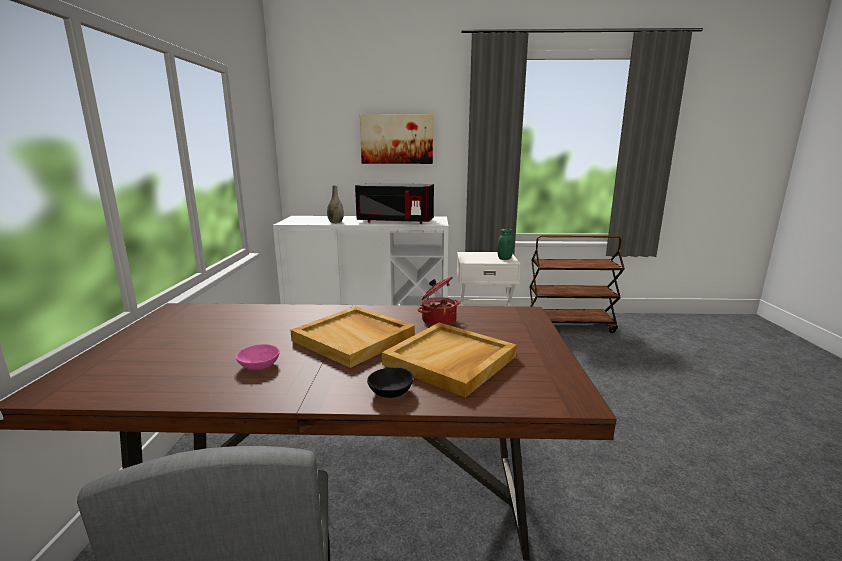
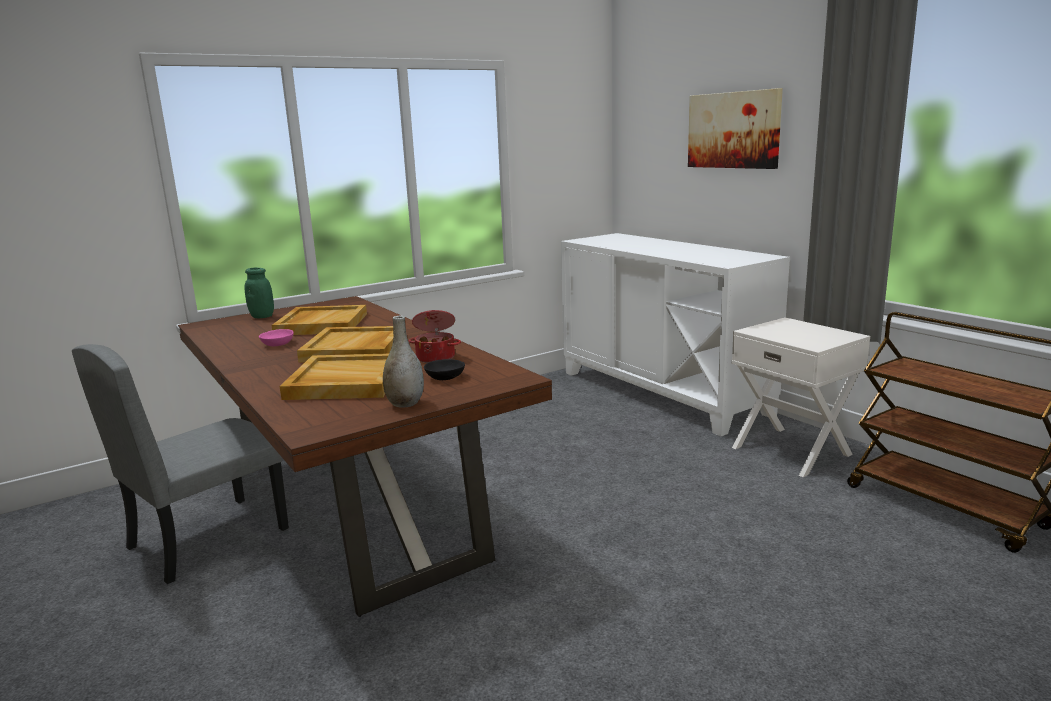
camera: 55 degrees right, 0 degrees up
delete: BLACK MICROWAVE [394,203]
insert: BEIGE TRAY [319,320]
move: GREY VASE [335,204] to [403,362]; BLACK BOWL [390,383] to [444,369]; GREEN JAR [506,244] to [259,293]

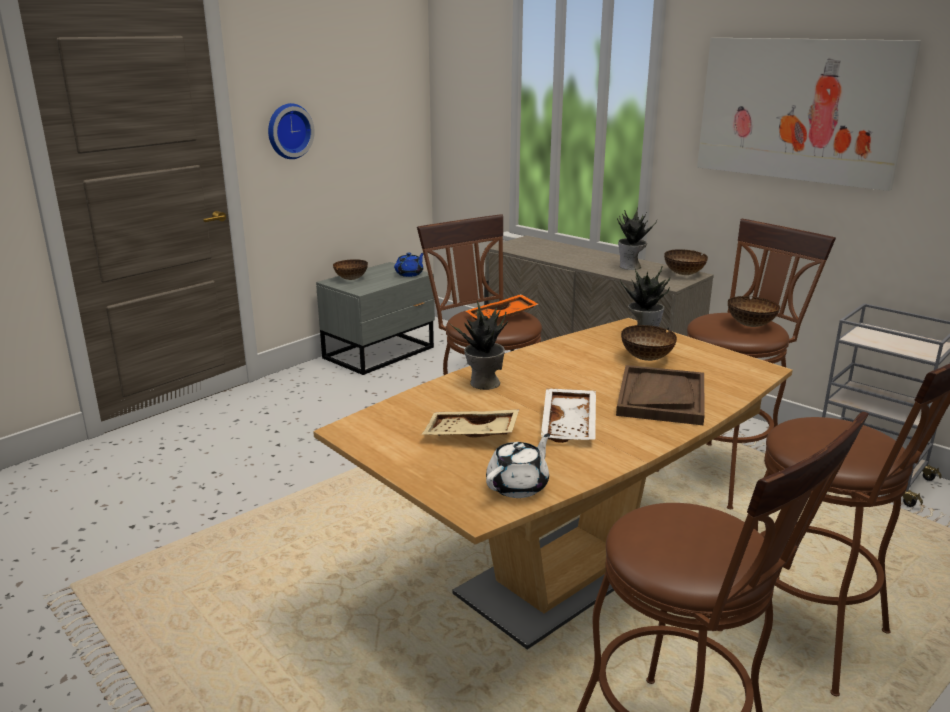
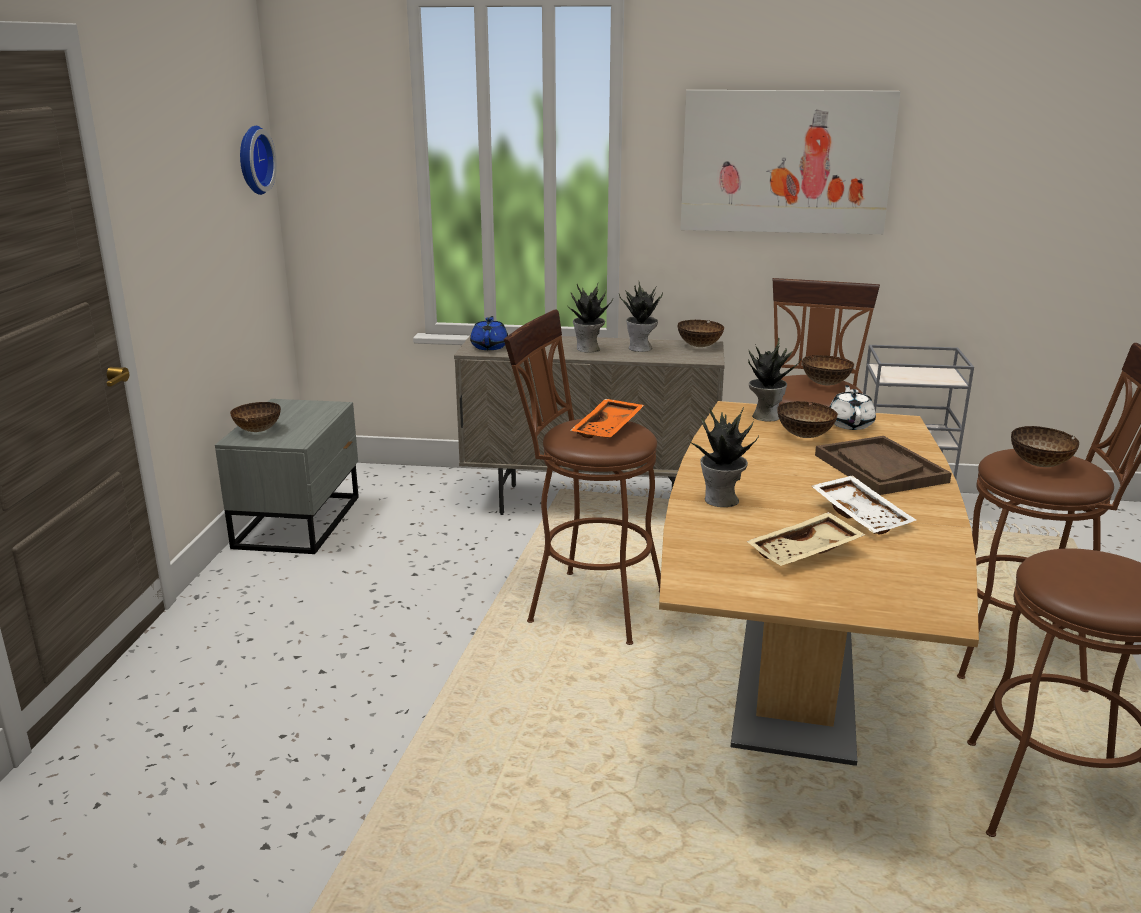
camera: 35 degrees left, 0 degrees up
insert: POTTED PLANT [590,318]; BOWL [1045,446]
move: WALL CLOCK [291,131] to [258,160]; BLUE TEAPOT [408,265] to [489,333]; WHITE TEAPOT [518,465] to [852,407]

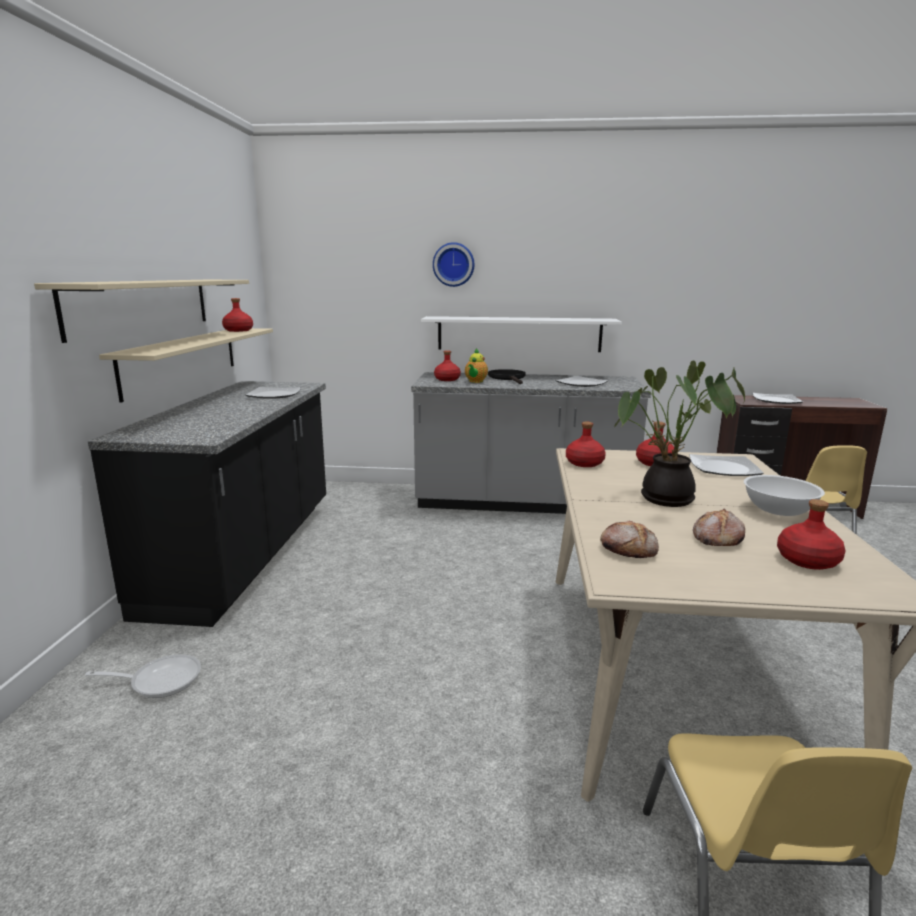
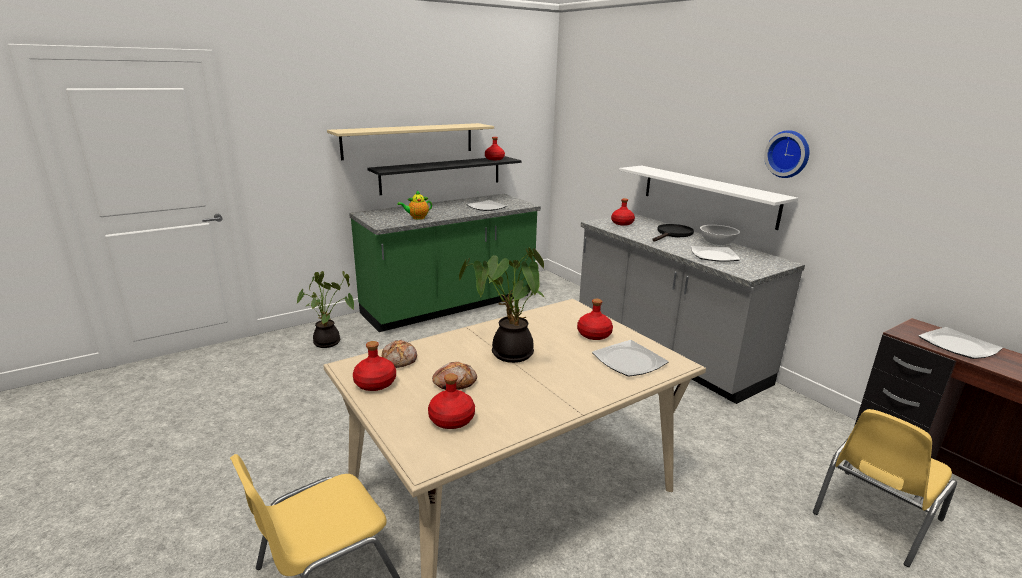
camera: 50 degrees right, 5 degrees up
move: WALL CLOCK [453,264] to [786,154]; TEAPOT [476,365] to [414,205]; RED BOTTLE [586,444] to [374,366]; WHITE BOWL [784,495] to [720,235]
replace: FRYING PAN [143,676] to POTTED PLANT [325,309]
recolor: BLACK COUNTER [207,504] to GREEN COUNTER [445,263]; BEIGE SHELF [186,365] to BLACK SHELF [444,175]

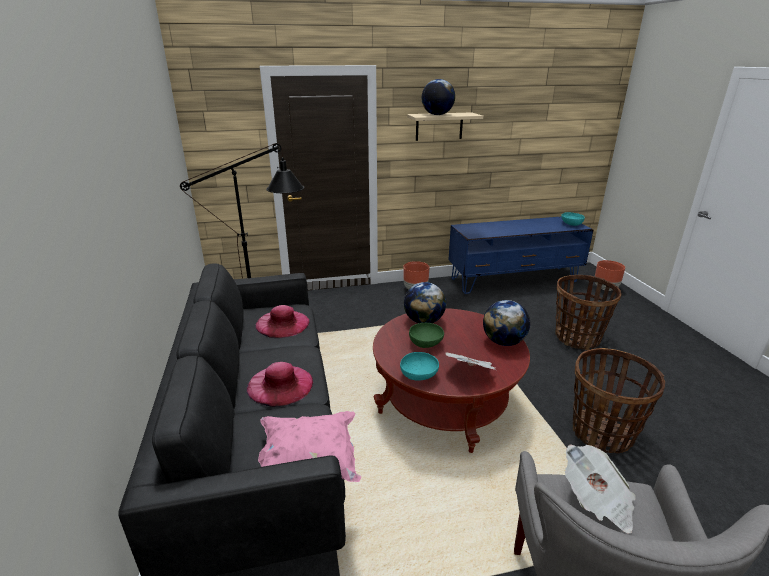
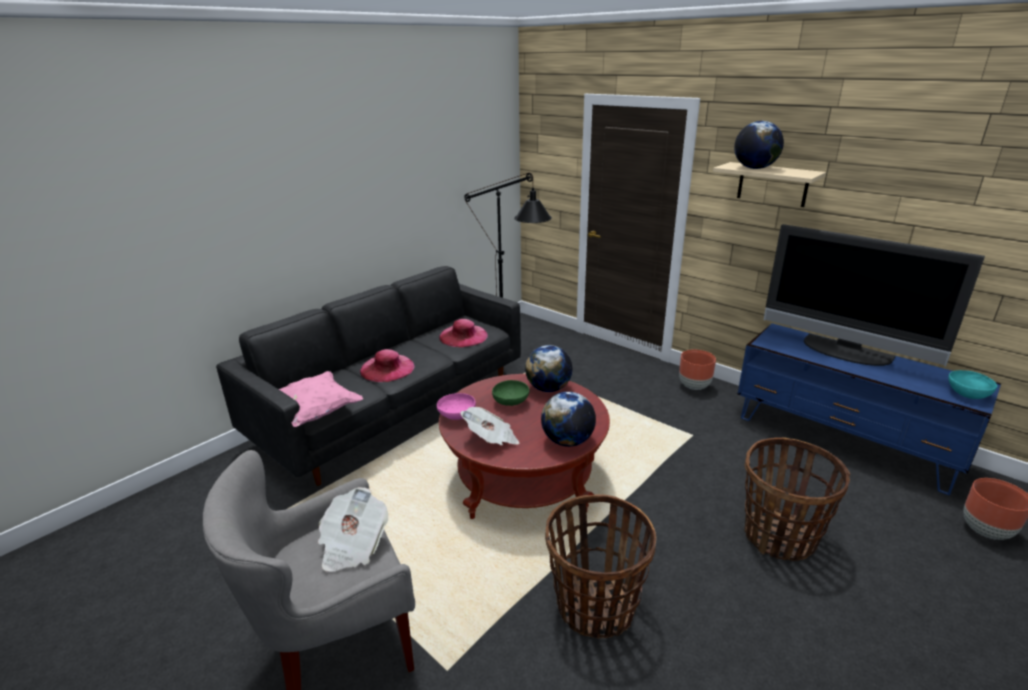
camera: 55 degrees right, 0 degrees up
insert: TELEVISION [874,295]
recolor: TURQUOISE BOWL [419,366] to PINK BOWL [456,406]

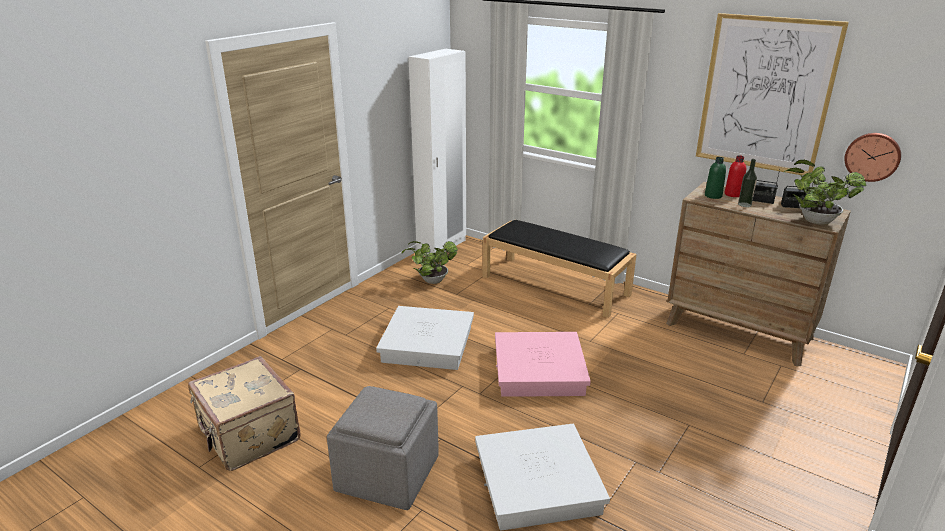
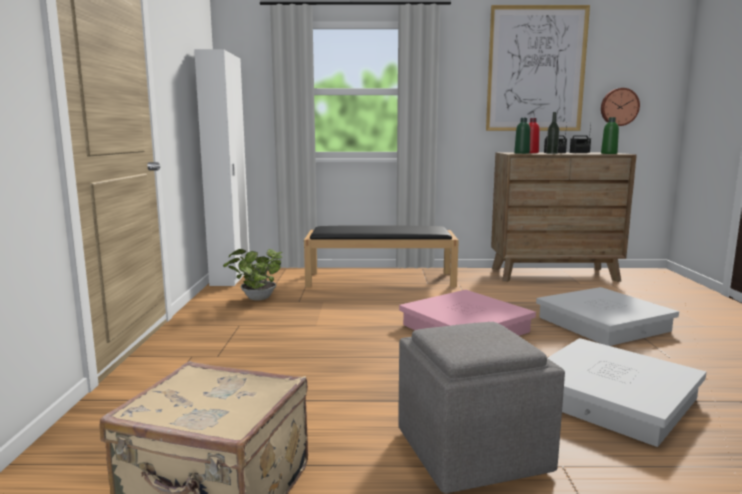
camera: 35 degrees left, 15 degrees down
move: WHITE STORAGE BOX [425,338] to [607,316]
replace: POTTED PLANT [824,192] to GREEN BOTTLE [610,135]

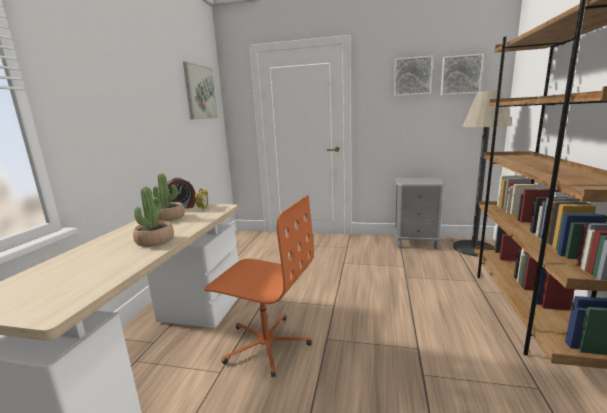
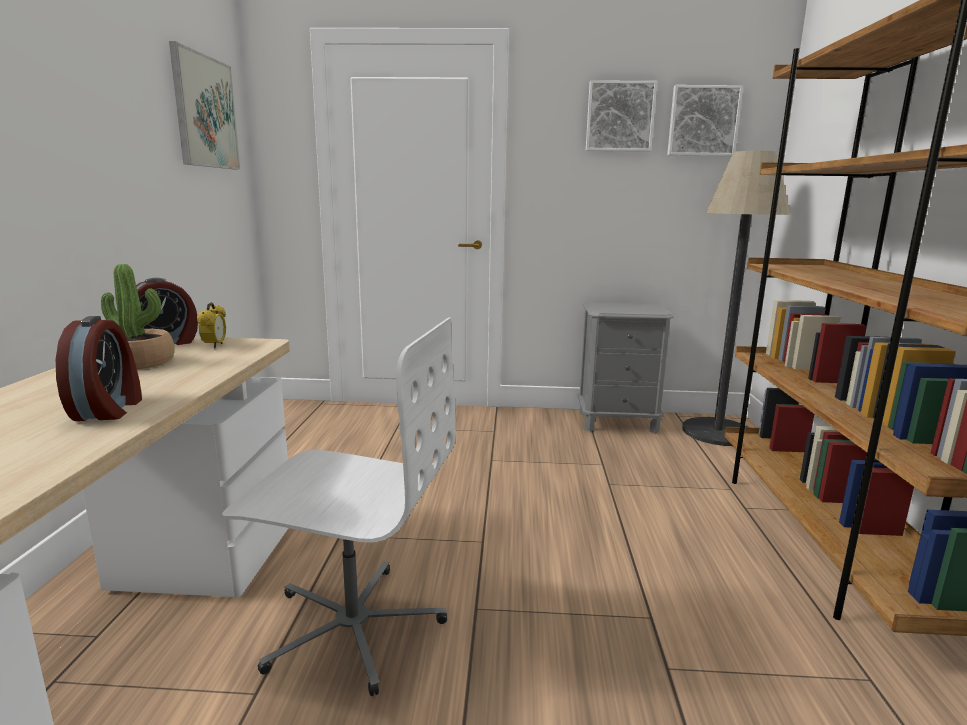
camera: 10 degrees left, 0 degrees up
replace: POTTED PLANT [153,217] to ALARM CLOCK [99,368]
recolor: ORANGE OFFICE CHAIR [259,286] to WHITE OFFICE CHAIR [339,506]

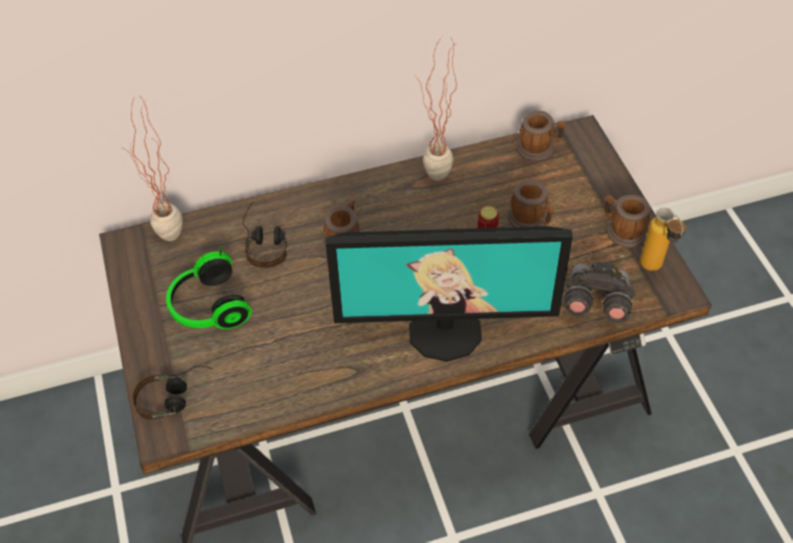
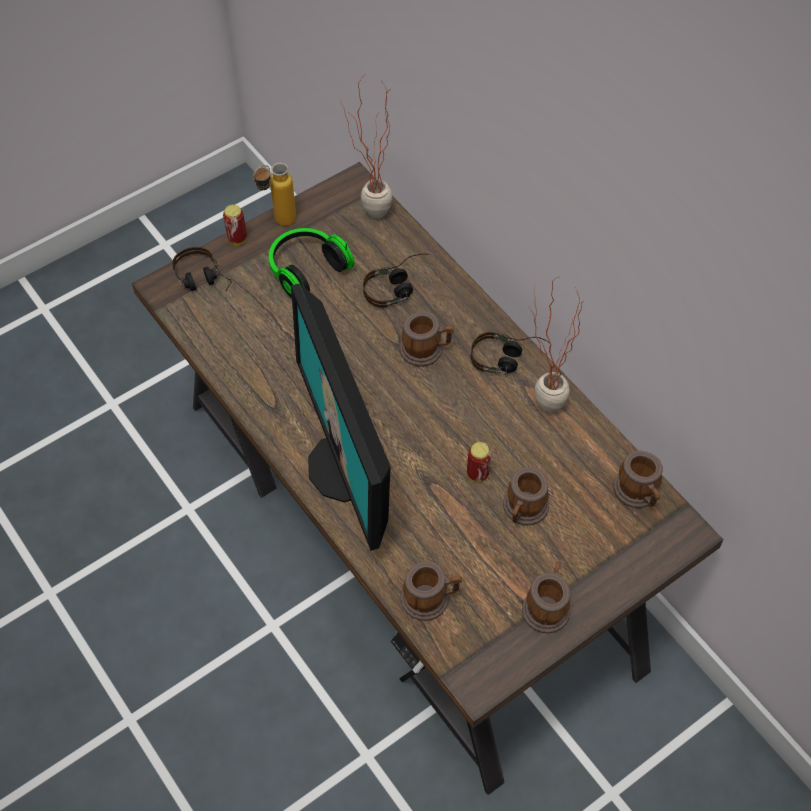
camera: 70 degrees right, 5 degrees up
insert: CAN [235,225]; HEADPHONES [510,353]
move: BOTTLE [663,239] to [274,194]
replace: GREY BINOCULARS [599,293] to MUG [431,591]

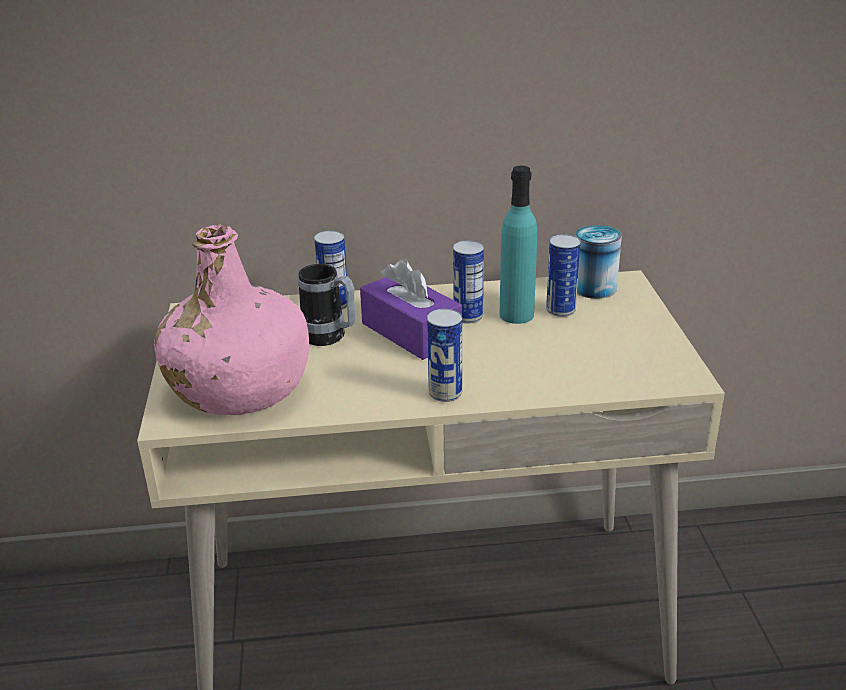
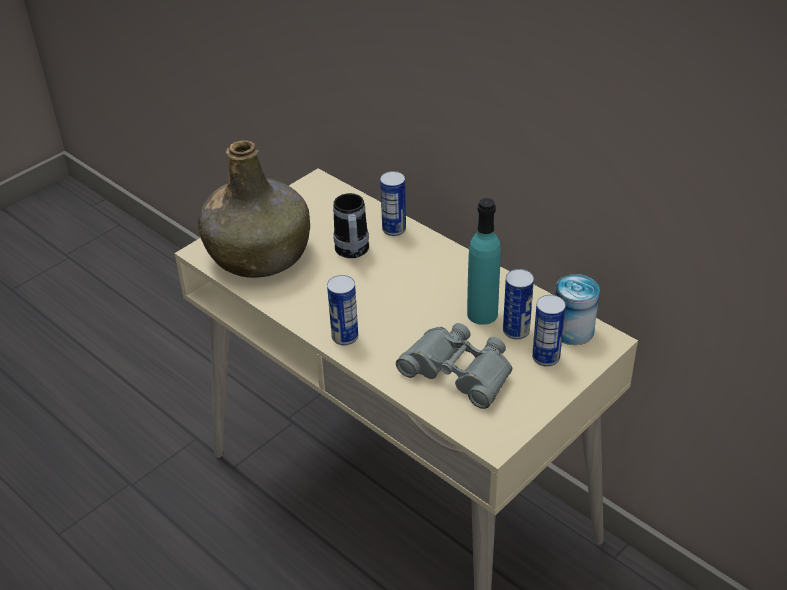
camera: 50 degrees right, 10 degrees up
delete: PURPLE TISSUE BOX [411,309]
insert: GREY BINOCULARS [454,366]
move: CAN [468,281] to [549,331]
recolor: PINK BOTTLE [231,320] to GREEN BOTTLE [254,209]

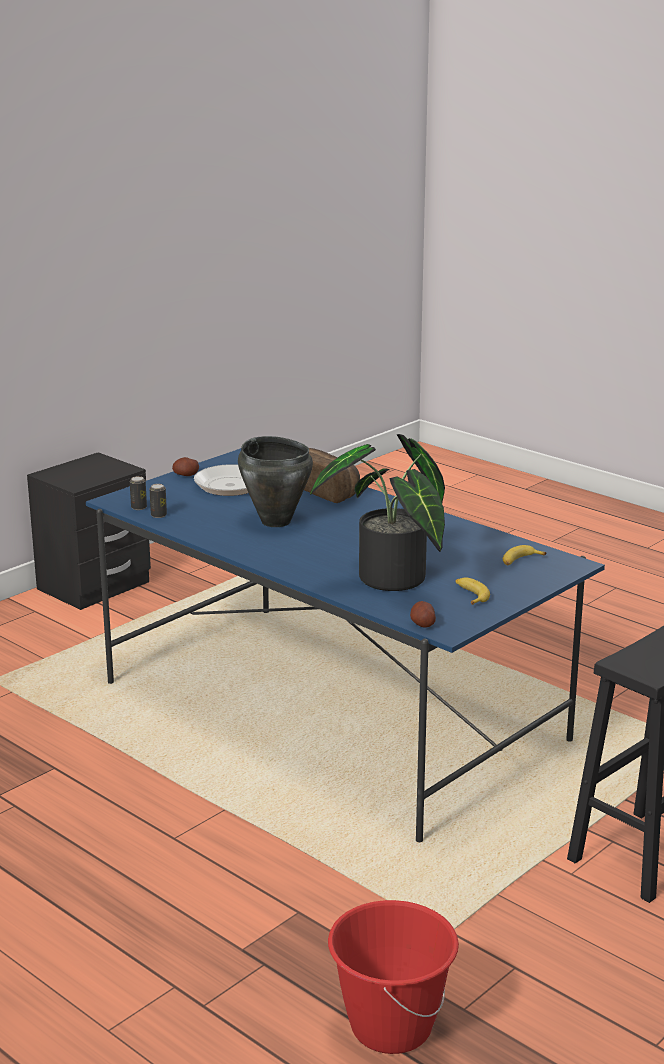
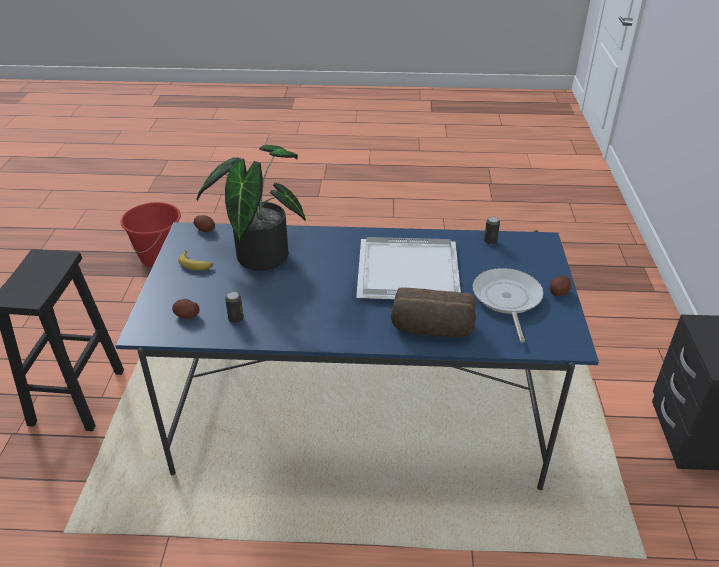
camera: 140 degrees right, 15 degrees up
move: CAN [138,493] to [234,307]
replace: BLACK COOKING POT [275,481] to WHITE TRAY [408,268]; BANANA [525,555] to POTATO [186,309]

